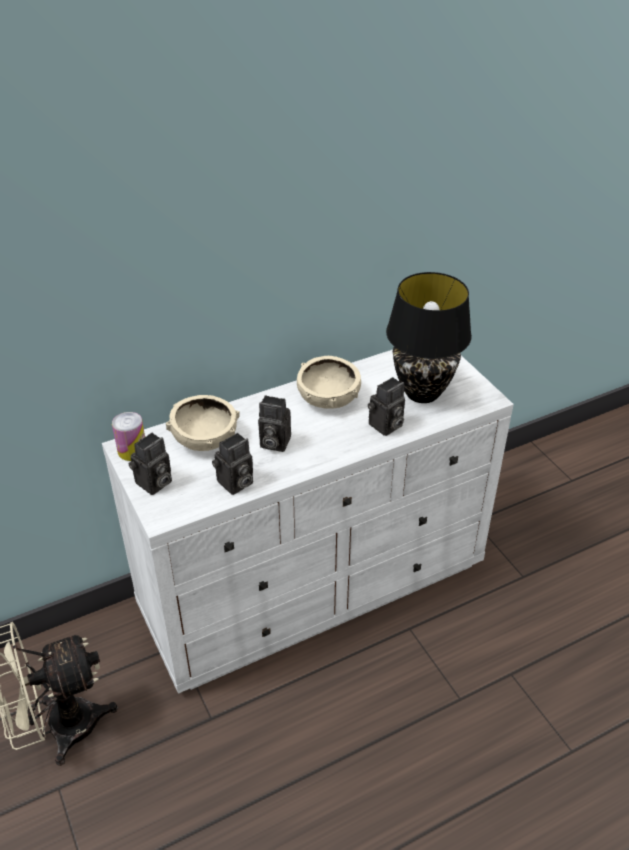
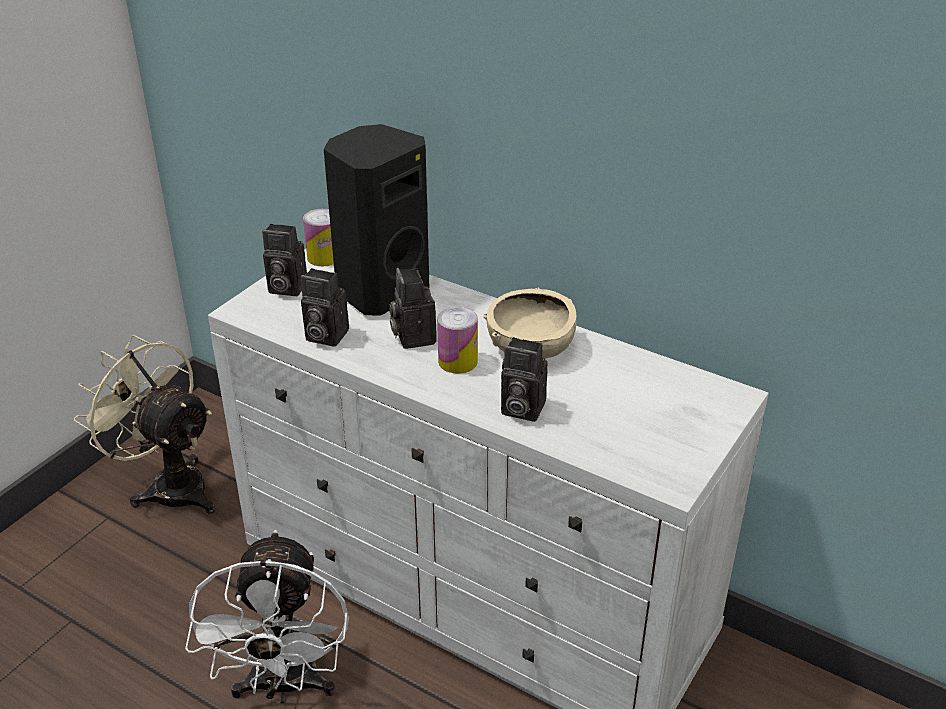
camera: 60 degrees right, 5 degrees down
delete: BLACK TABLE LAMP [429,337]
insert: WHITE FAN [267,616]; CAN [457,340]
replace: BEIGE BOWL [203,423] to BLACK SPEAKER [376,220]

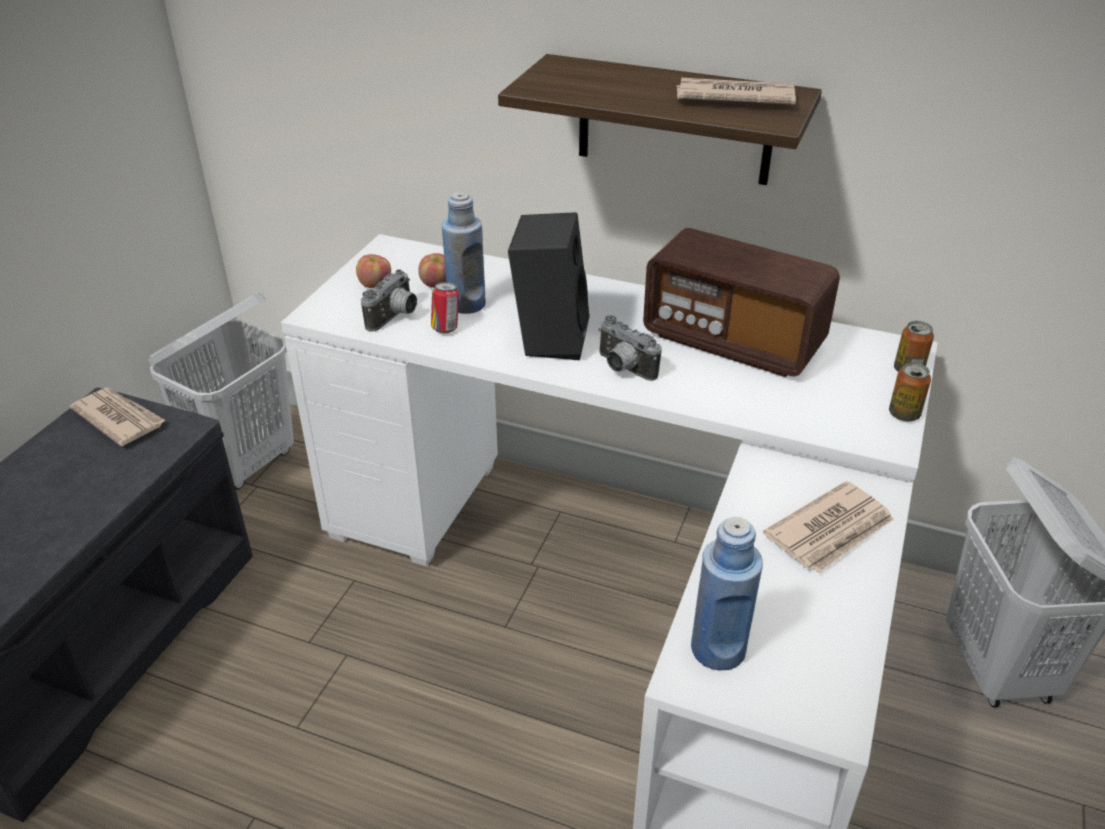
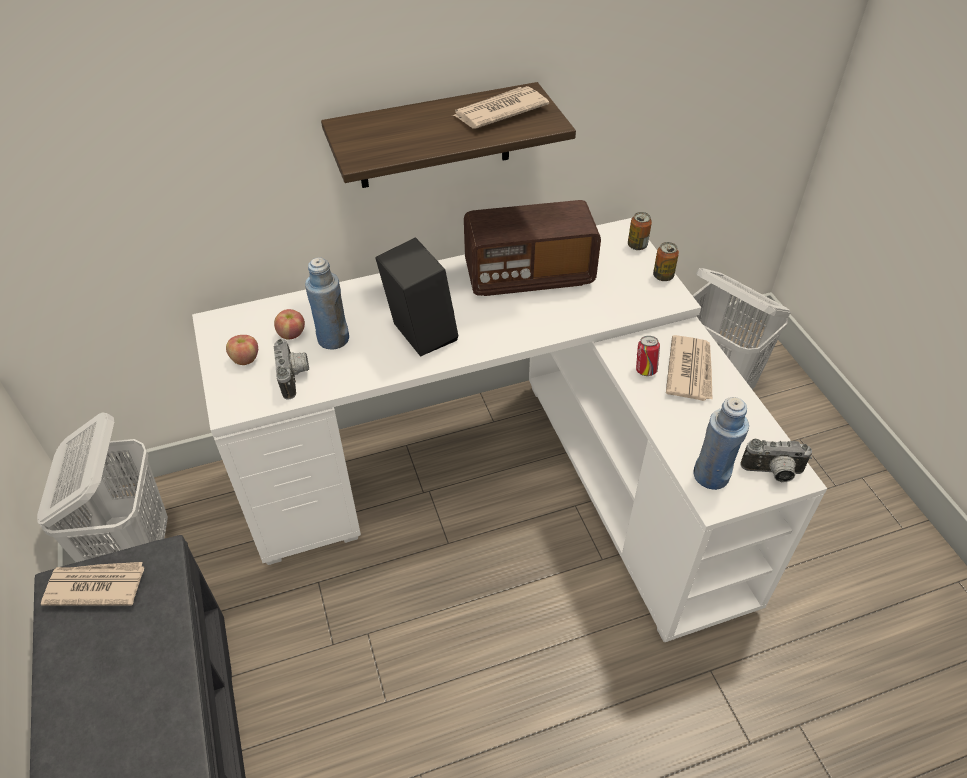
camera: 40 degrees left, 10 degrees up
move: CAN [445,307] to [648,356]; PHOTO CAMERA [630,348] to [776,460]

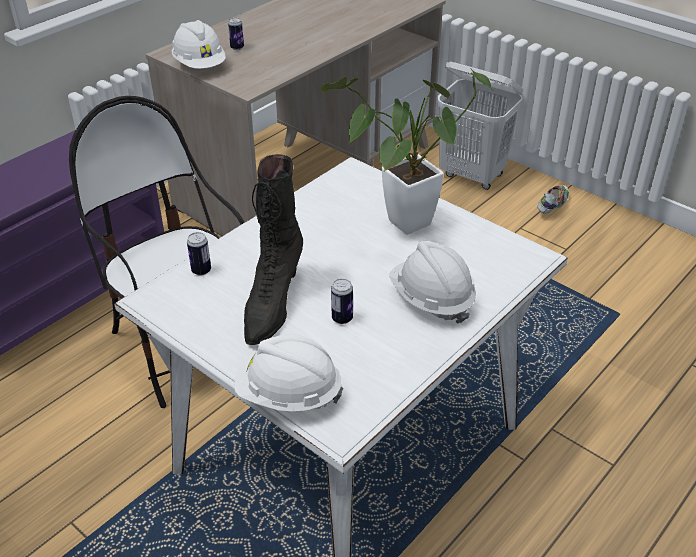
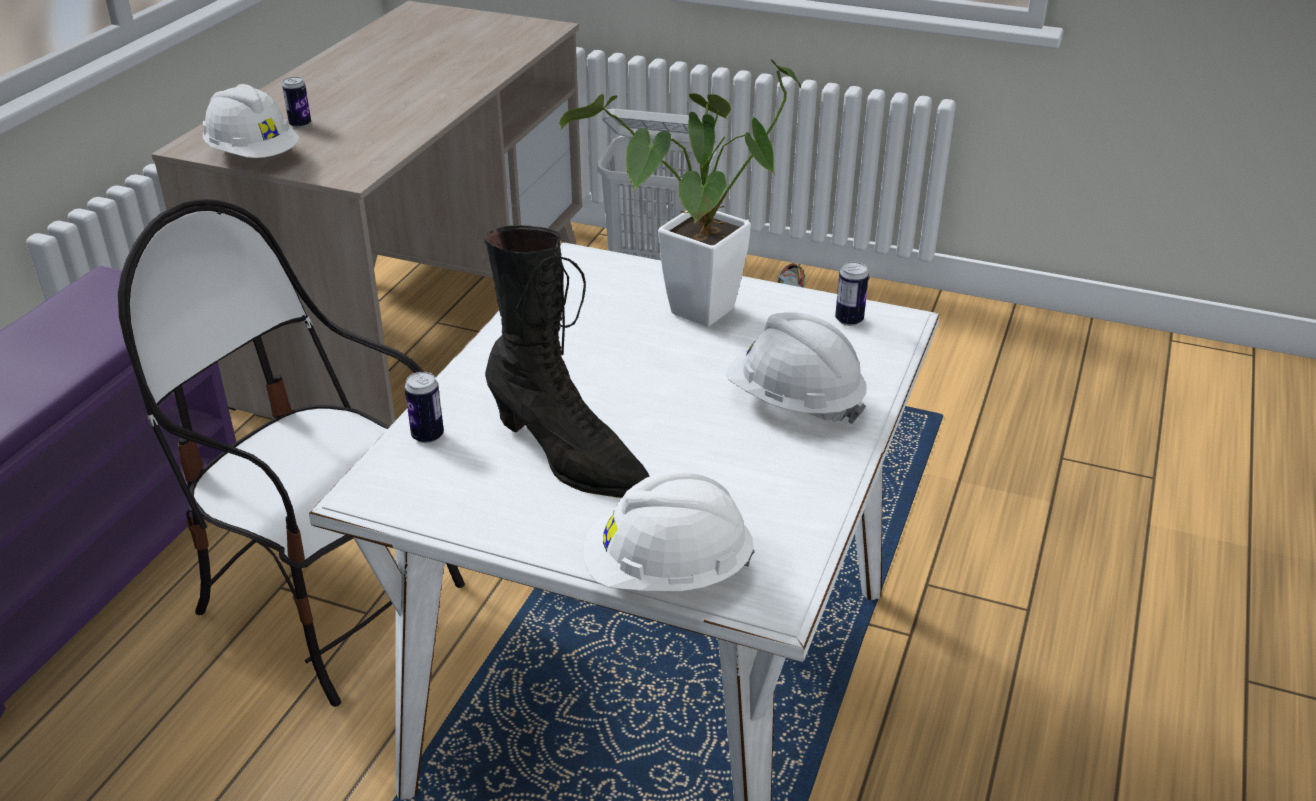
camera: 20 degrees left, 5 degrees down
move: CAN [342,301] to [852,294]
rotate: BLACK BOOT [273,249] = [567,361] 45 degrees counterclockwise

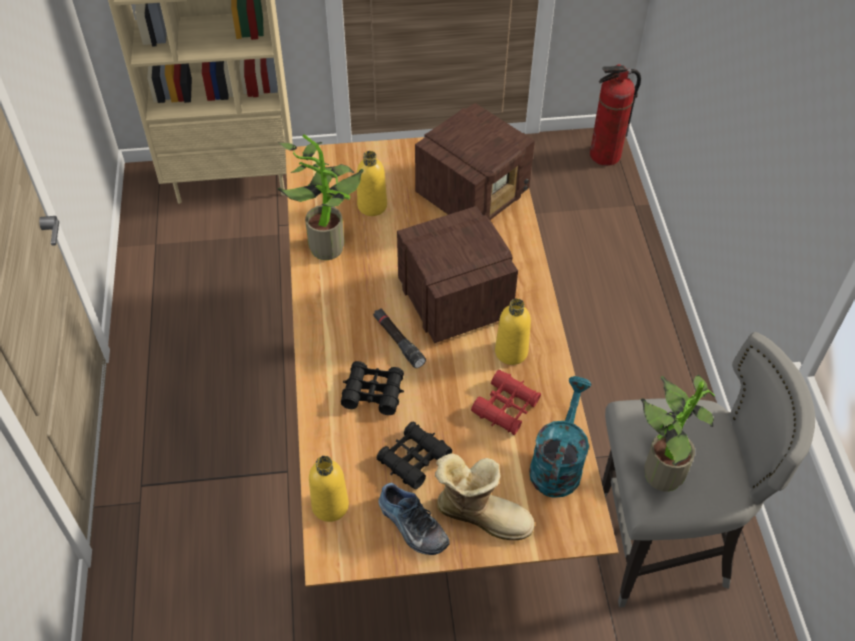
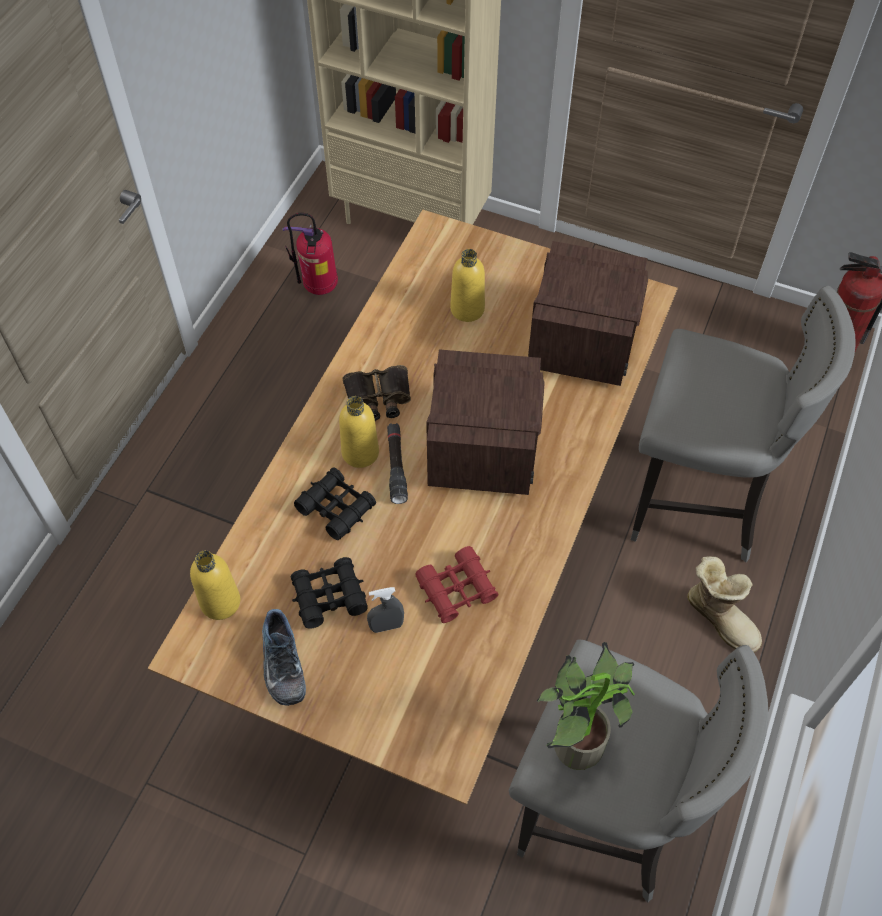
camera: 30 degrees right, 5 degrees up
delete: POTTED PLANT [321,197]; TURQUOISE WATERING CAN [560,437]
insert: FIRE EXTINGUISHER [310,254]; BINOCULARS [376,393]; GREY SPRAY BOTTLE [385,610]; GREY STOOL [743,424]
move: BOOT [485,496] to [724,604]; YELLOW BOTTLE [513,331] to [359,432]
rotate: RADIO [475,161] = [588,313] 60 degrees counterclockwise

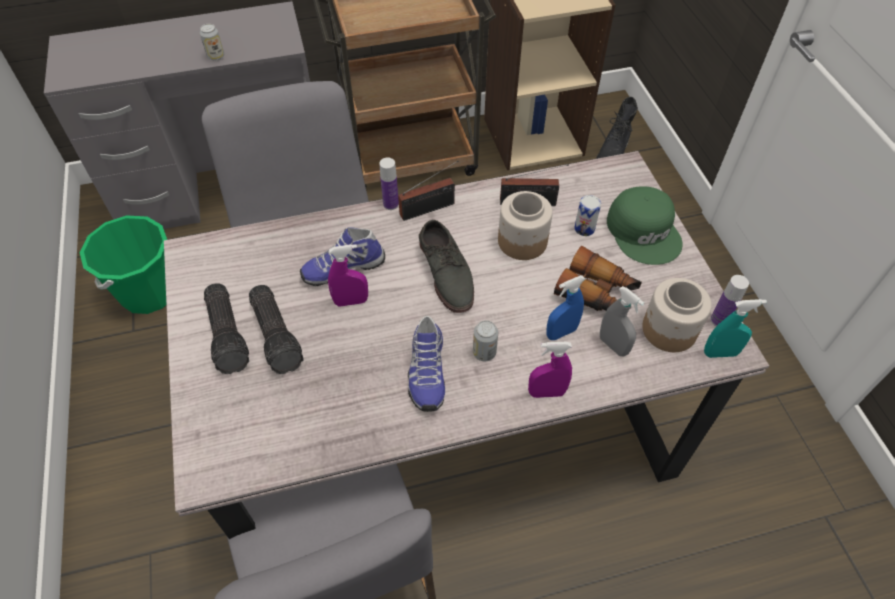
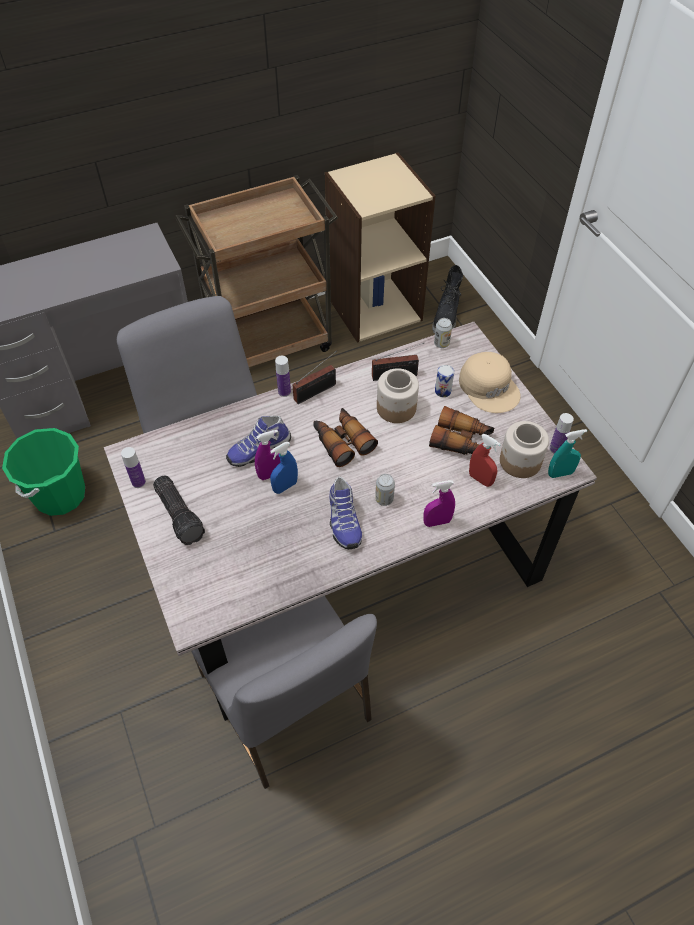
camera: 10 degrees left, 0 degrees up
delete: FLASHLIGHT [276,329]
insert: BOTTLE [133,467]
move: CAN [212,42] to [443,333]; BLUE SPRAY BOTTLE [565,308] to [284,468]
replace: GREY SHOE [446,266] to BINOCULARS [345,437]
recolor: GREY SPRAY BOTTLE [622,321] to RED SPRAY BOTTLE [485,460]; GREEN CAP [645,225] to BEIGE CAP [490,382]

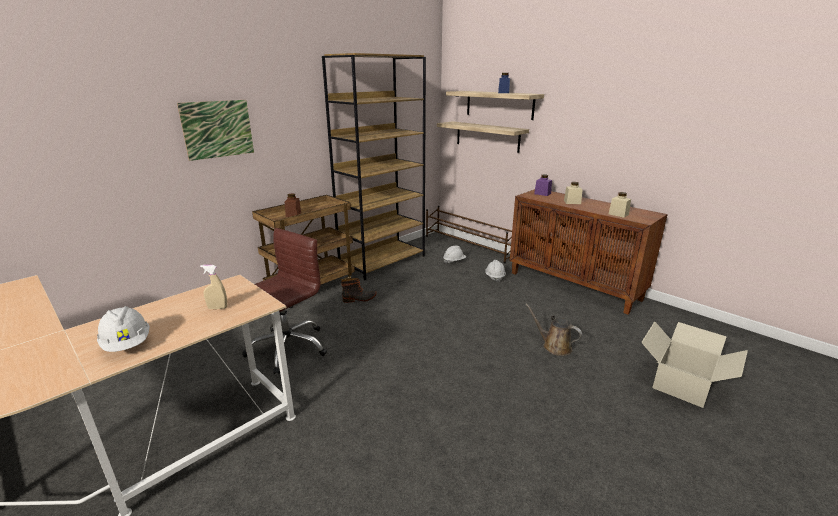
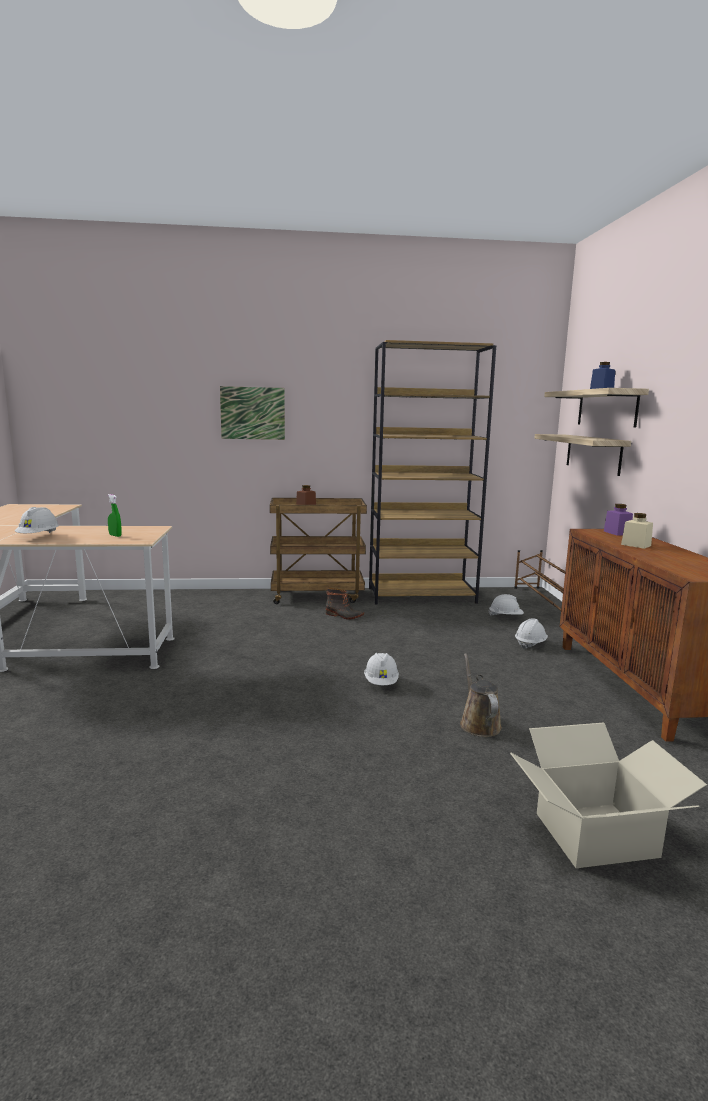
camera: 40 degrees right, 10 degrees down
delete: BROWN OFFICE CHAIR [284,301]; BEIGE JAR [620,205]
insert: WHITE HARD HAT [381,669]
recolor: BEIGE SPRAY BOTTLE [213,287] to GREEN SPRAY BOTTLE [115,515]

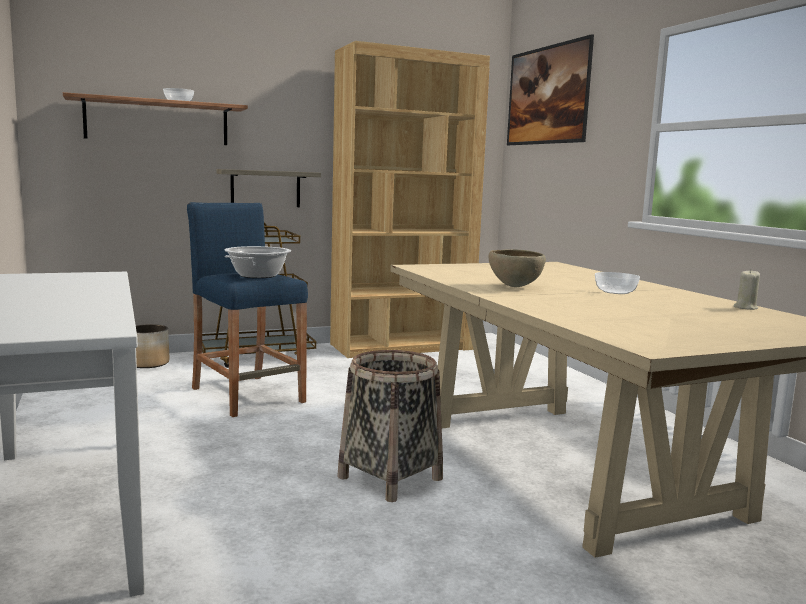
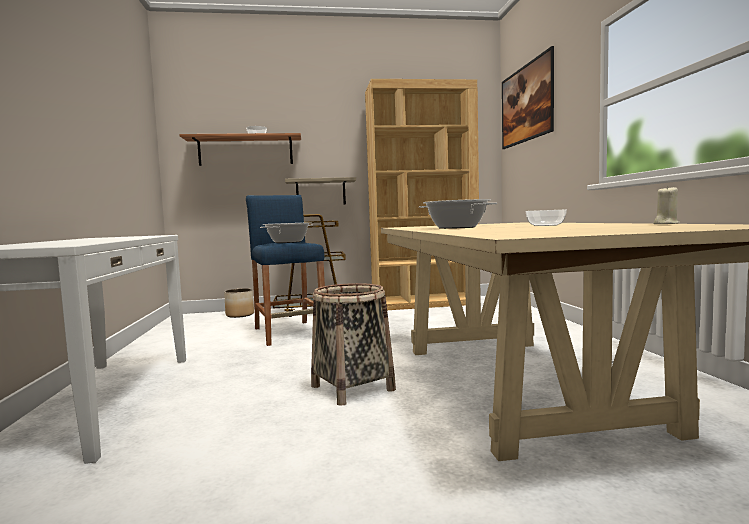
camera: 15 degrees right, 5 degrees down
replace: BROWN BOWL [517,268] to COOKING POT [458,214]

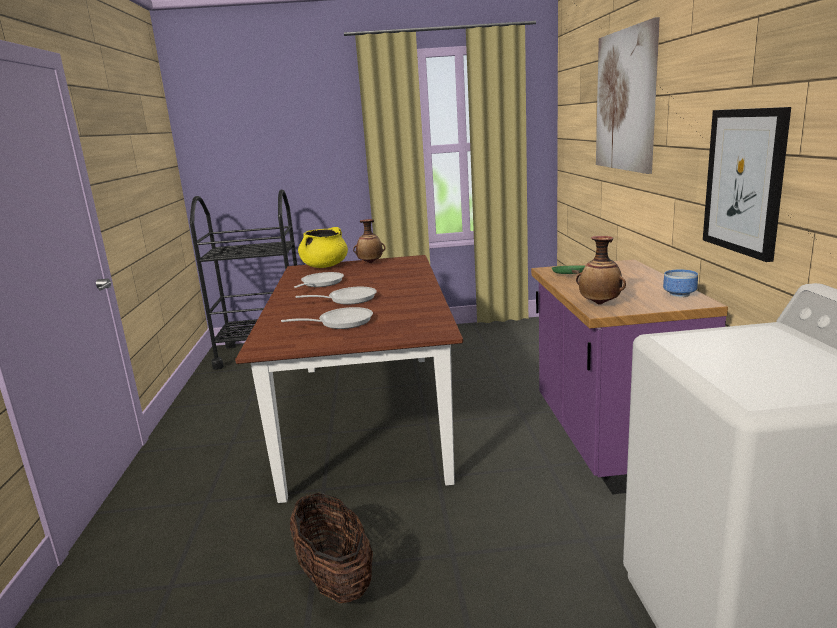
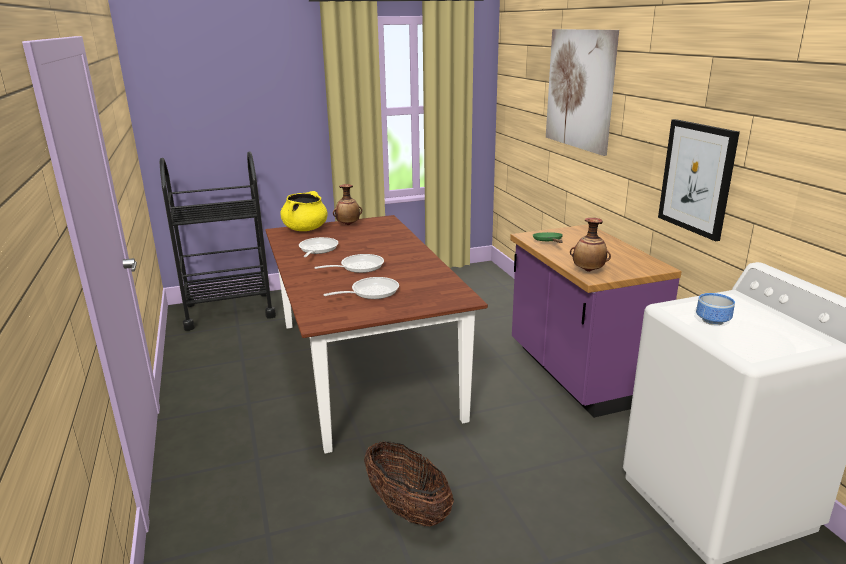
camera: 15 degrees left, 5 degrees up
move: BOWL [680,283] to [715,309]

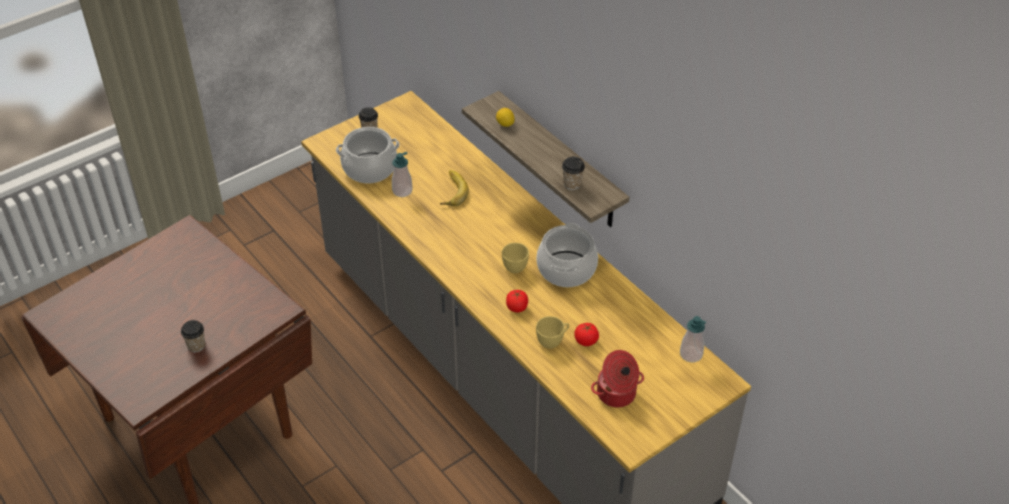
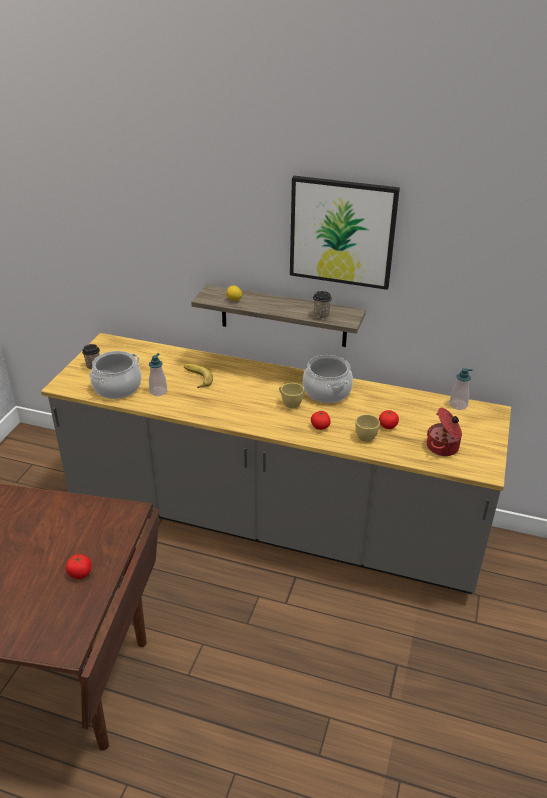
camera: 35 degrees left, 10 degrees down
insert: PICTURE [345,233]
replace: CUP [193,336] to TOMATO [78,566]

